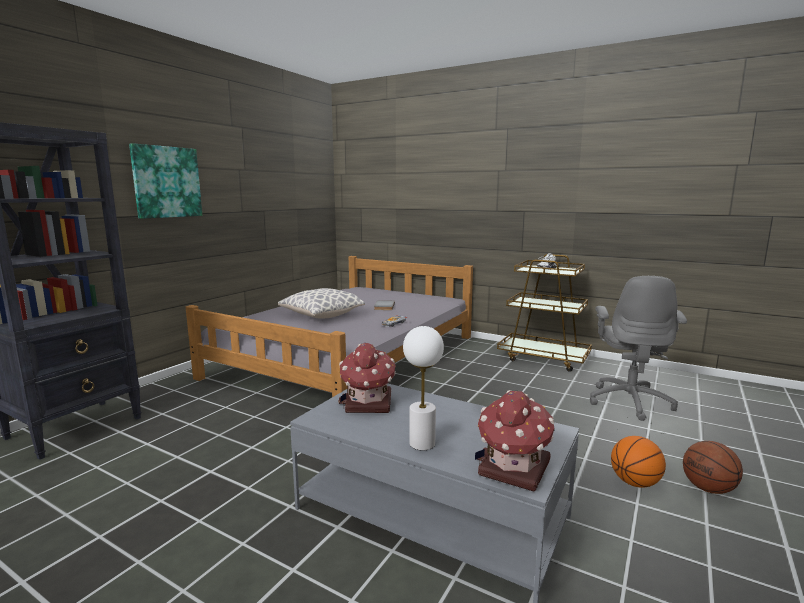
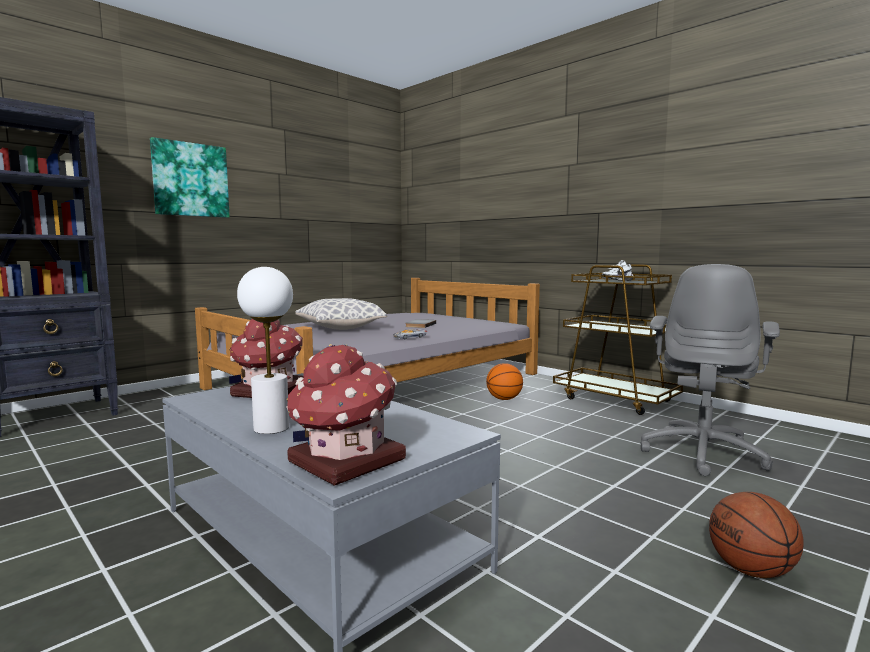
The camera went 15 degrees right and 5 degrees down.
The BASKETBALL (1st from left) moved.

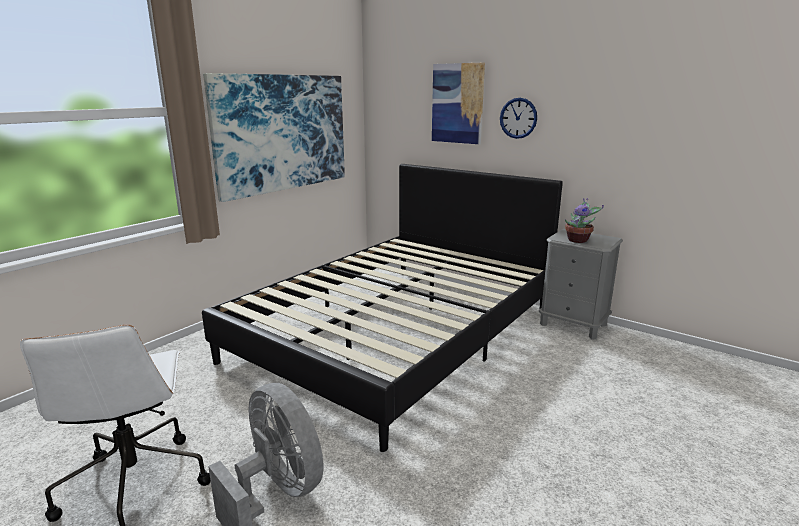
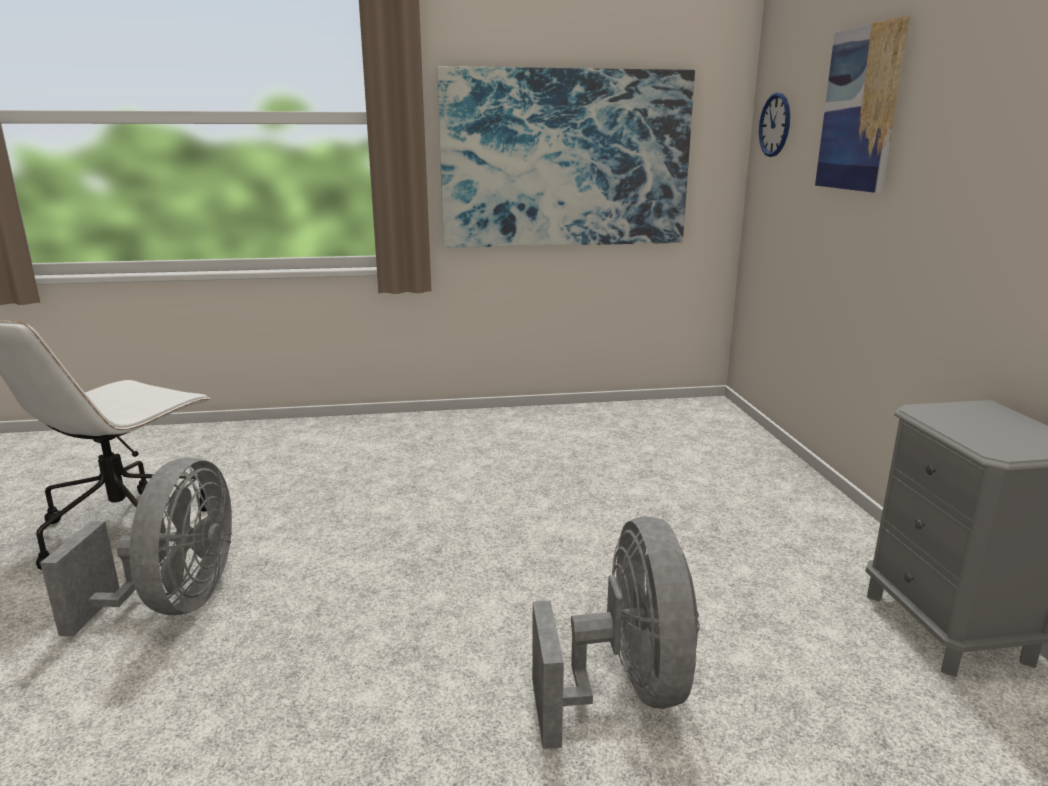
The camera went 45 degrees right and 0 degrees up.
The BLACK BED disappeared.
The POTTED PLANT disappeared.
The GREY FAN (2nd from left) appeared.
The WALL CLOCK moved.

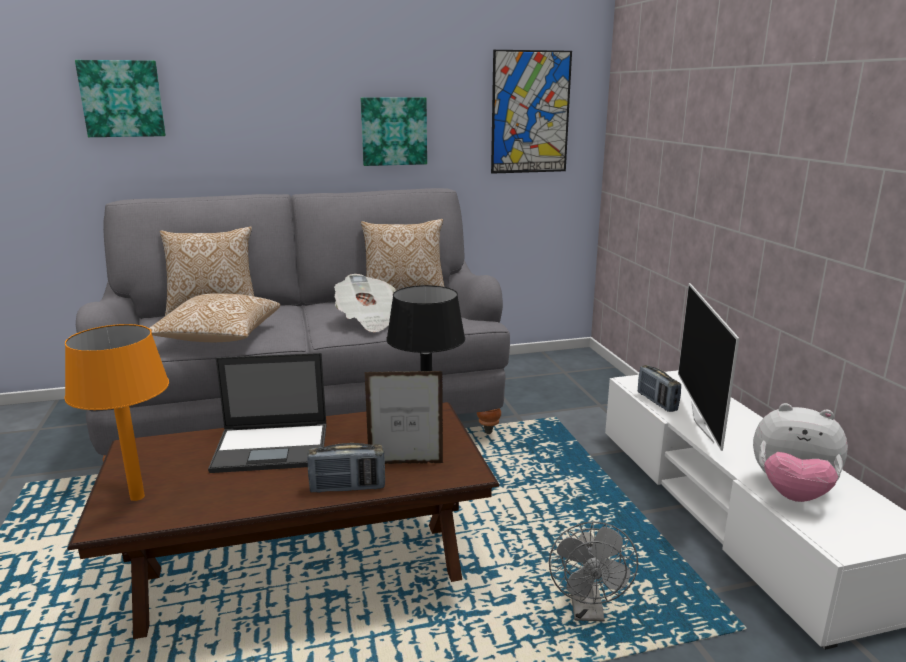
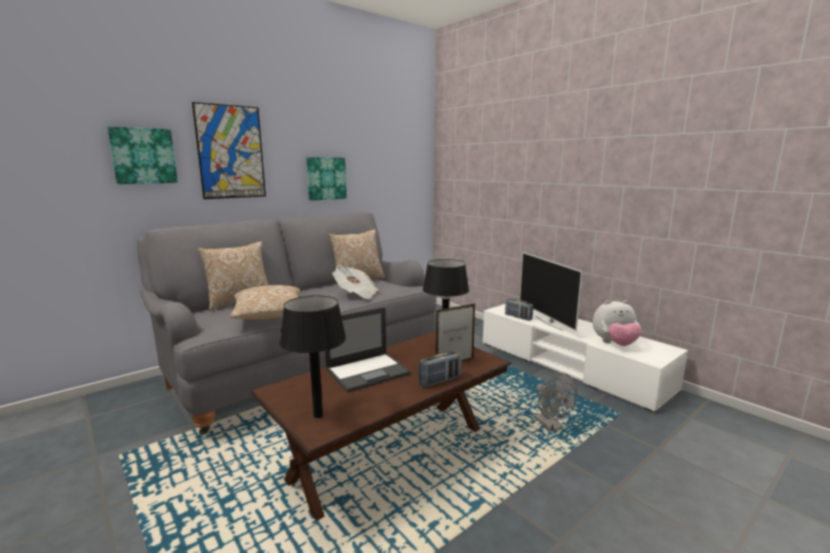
The camera went 25 degrees left and 5 degrees down.
The PICTURE (3rd from left in the first image) moved.
The ORANGE TABLE LAMP became the BLACK TABLE LAMP (1st from left).

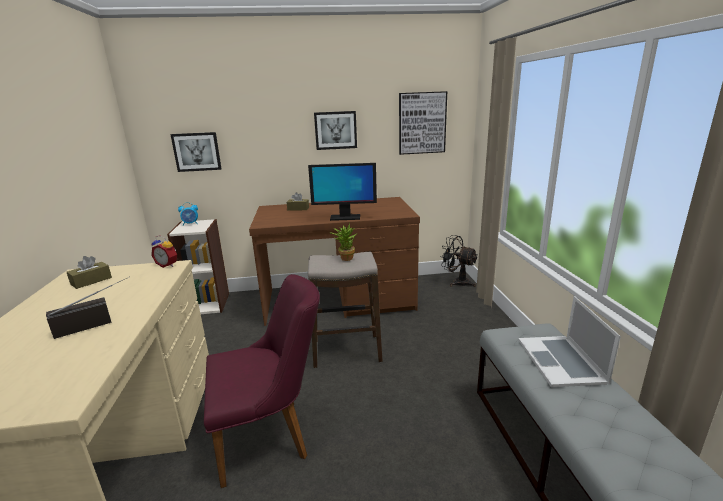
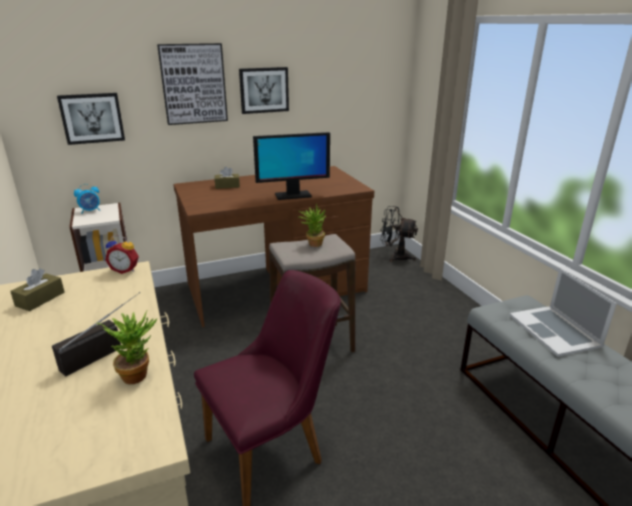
The camera went 15 degrees left and 5 degrees up.
The POTTED PLANT (1st from left) appeared.
The PICTURE (3rd from left in the first image) moved.

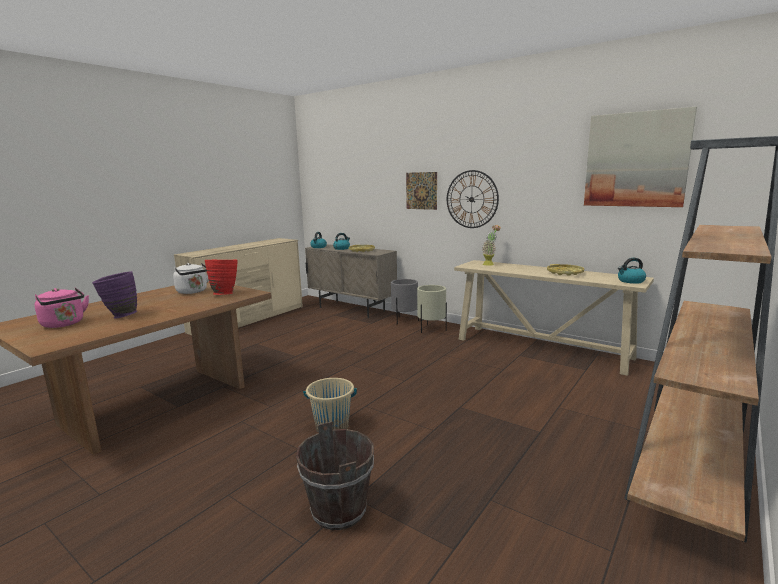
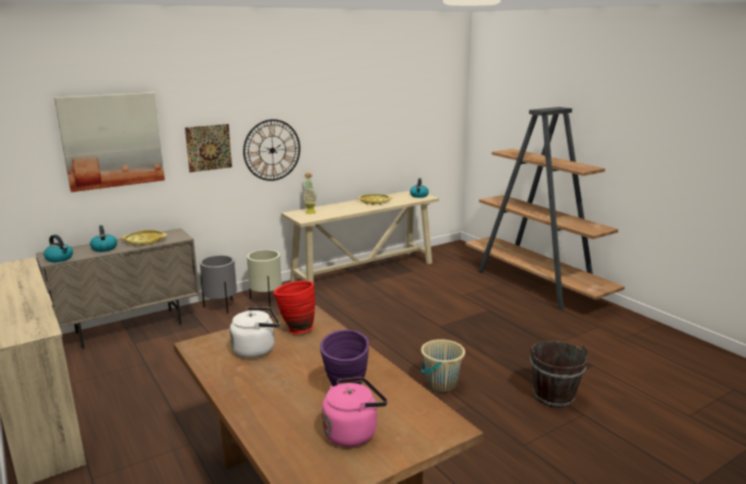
The camera went 70 degrees left and 5 degrees up.
The PICTURE (2nd from left in the first image) moved.

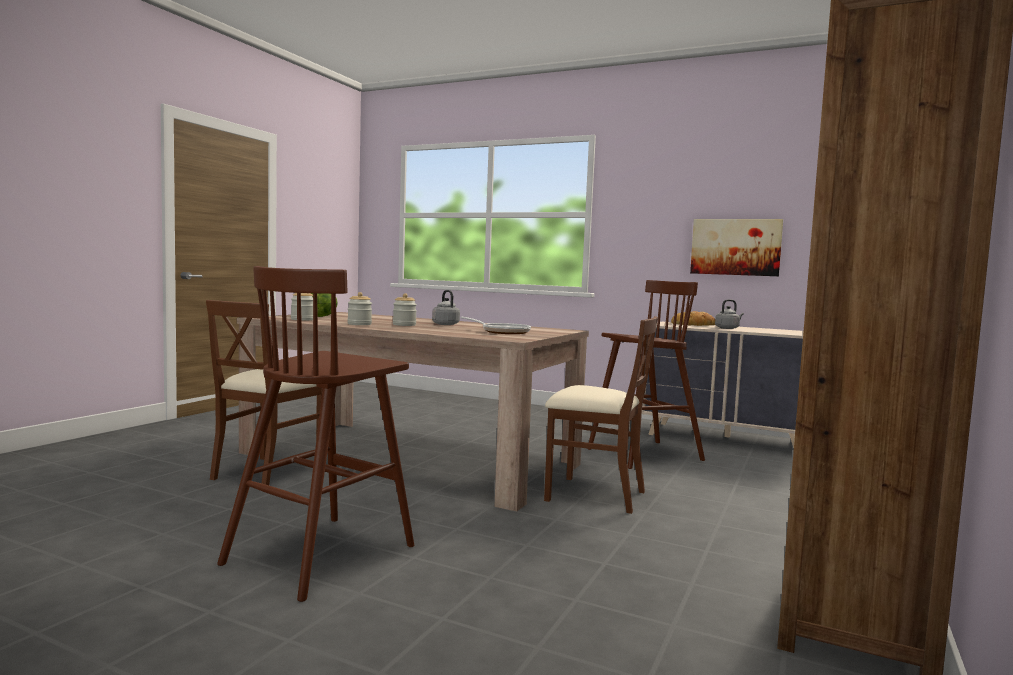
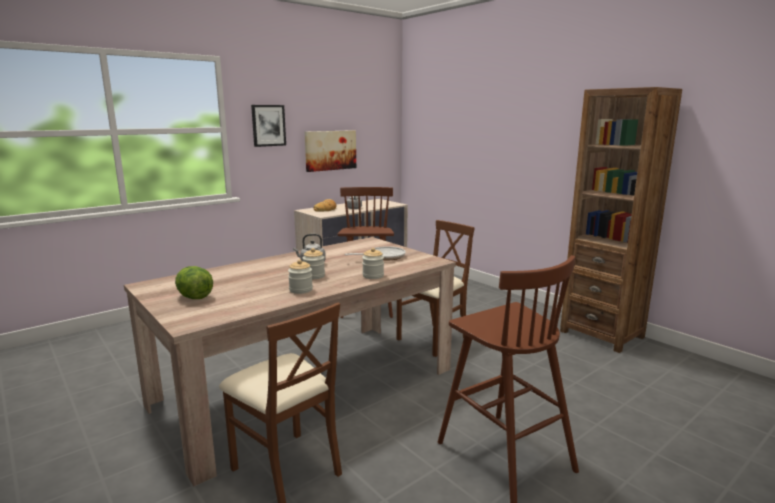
The camera went 65 degrees left and 10 degrees up.
The PICTURE (1st from left) appeared.
The JAR (1st from left in the first image) moved.

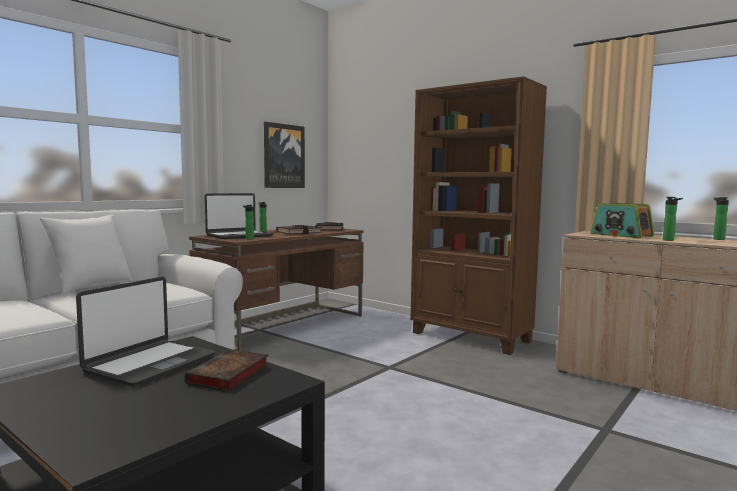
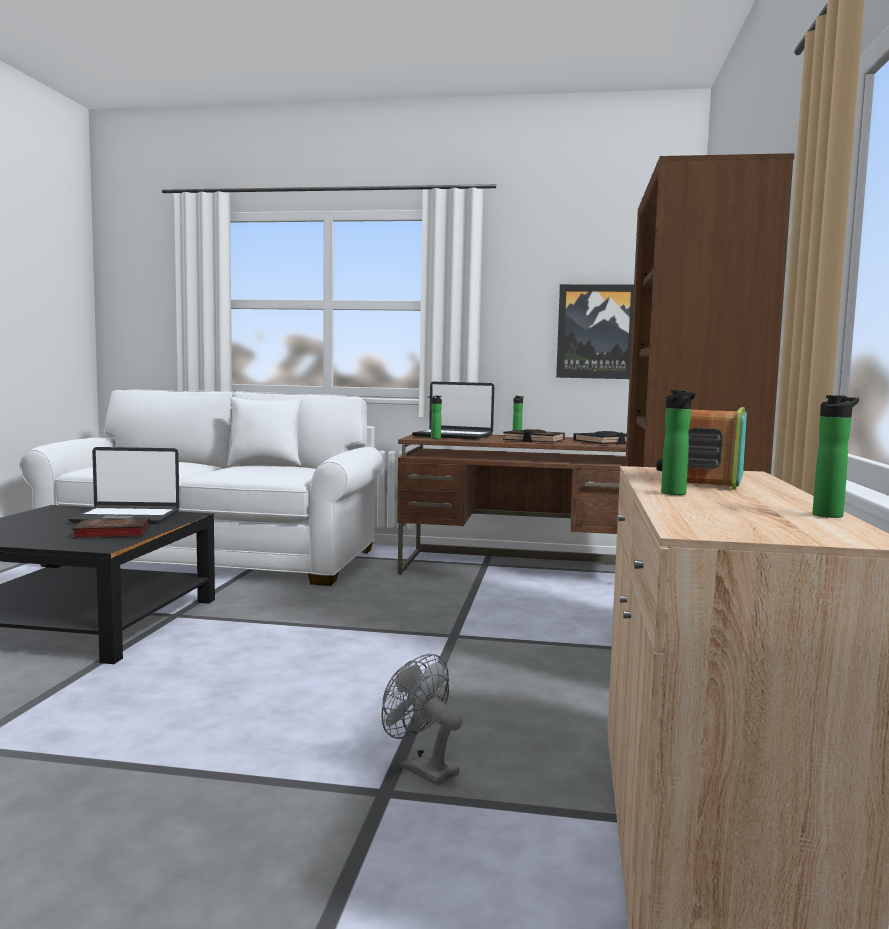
The camera went 60 degrees right and 0 degrees up.
The GREY FAN appeared.

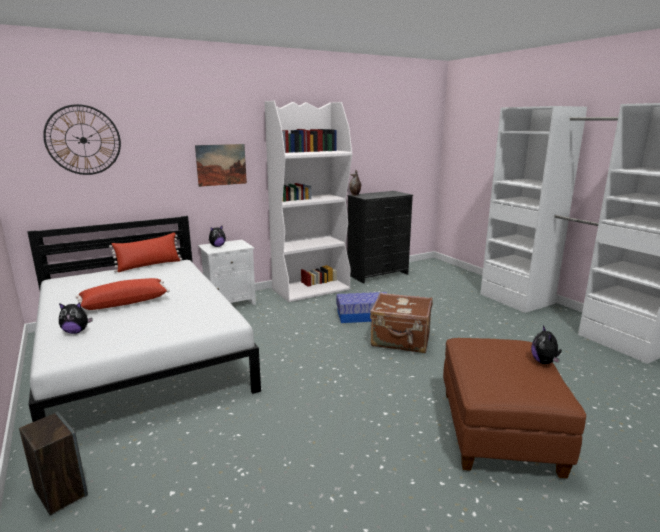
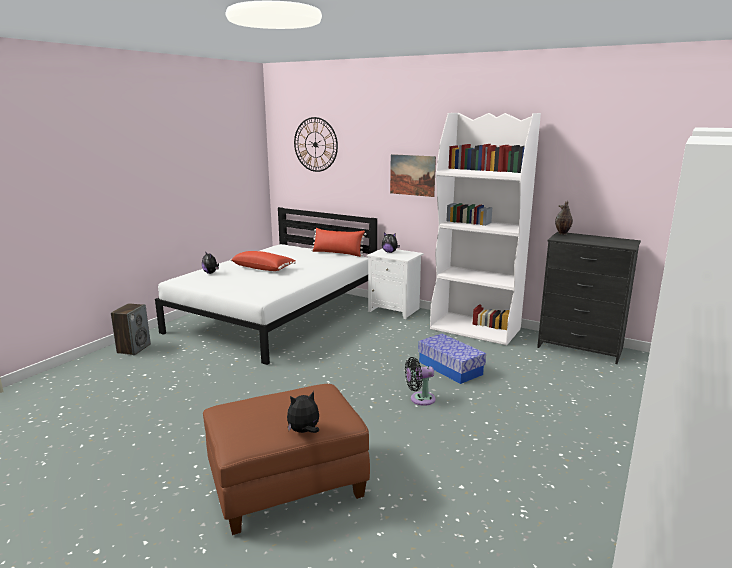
The camera went 60 degrees right and 0 degrees up.
The BROWN SUITCASE was replaced by the BLACK FAN.

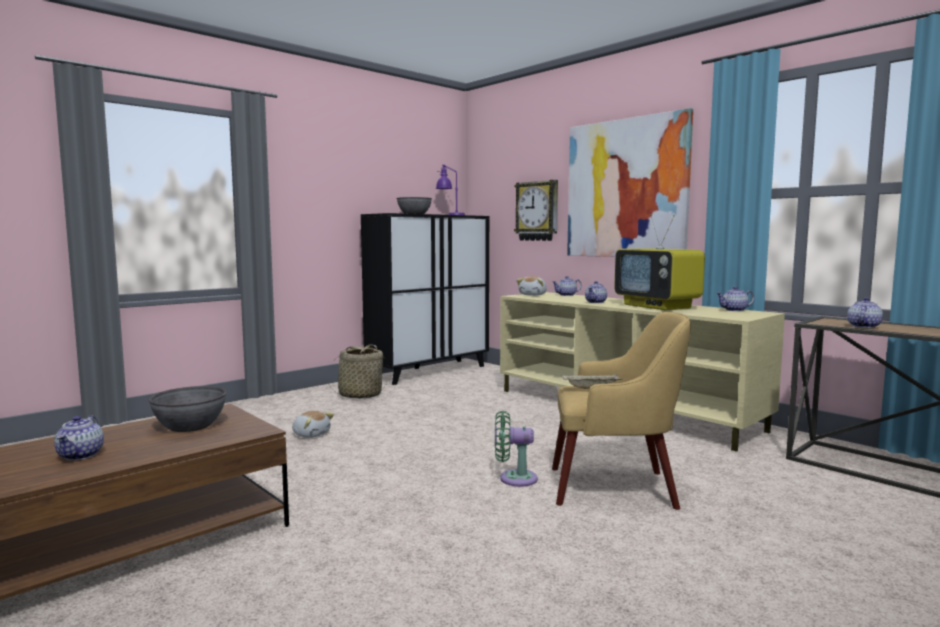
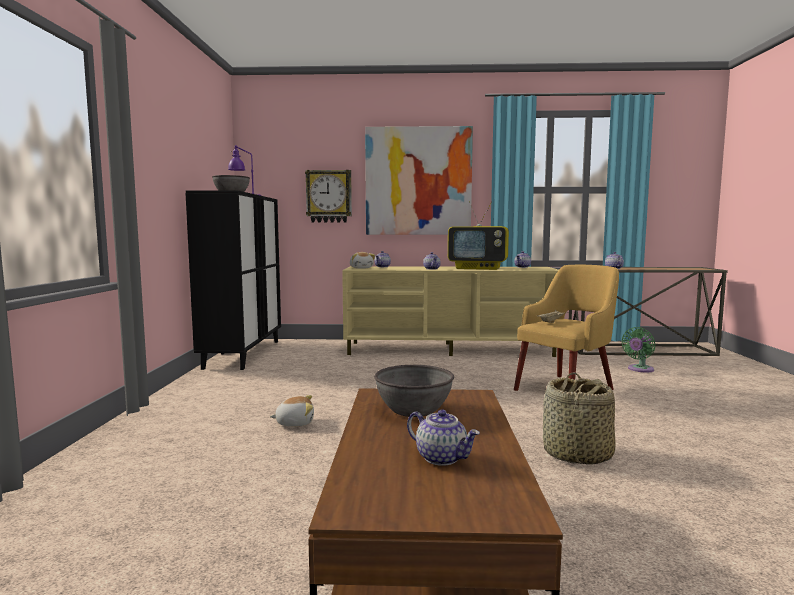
The camera went 45 degrees left and 0 degrees up.
The BASKET moved.
The GREEN FAN moved.

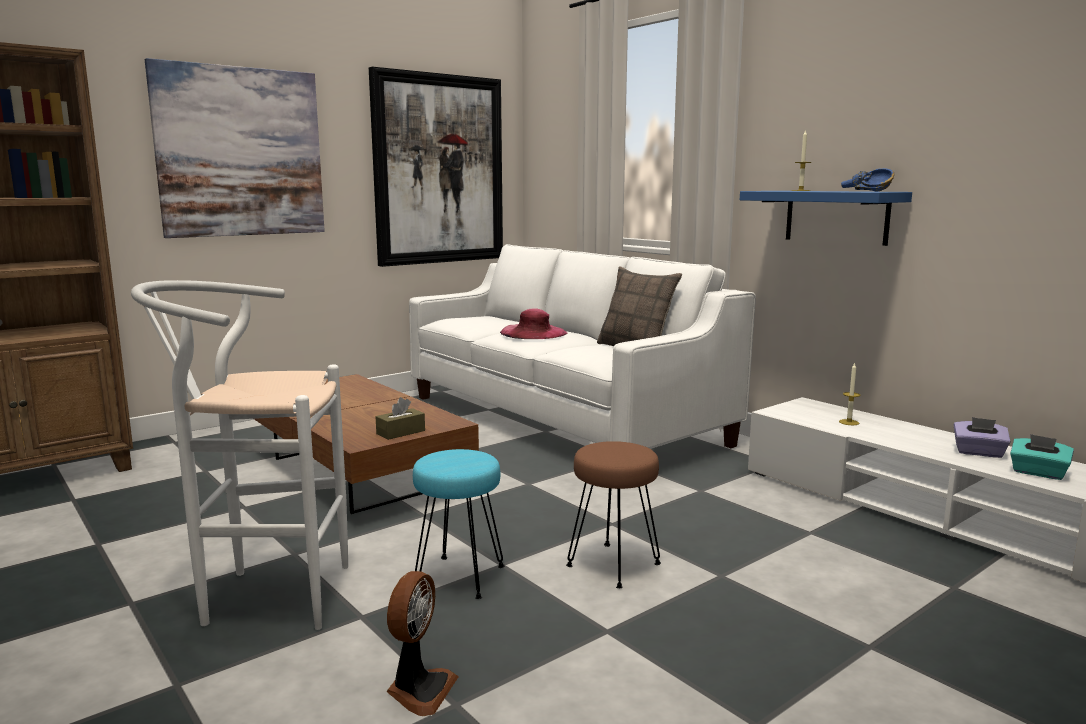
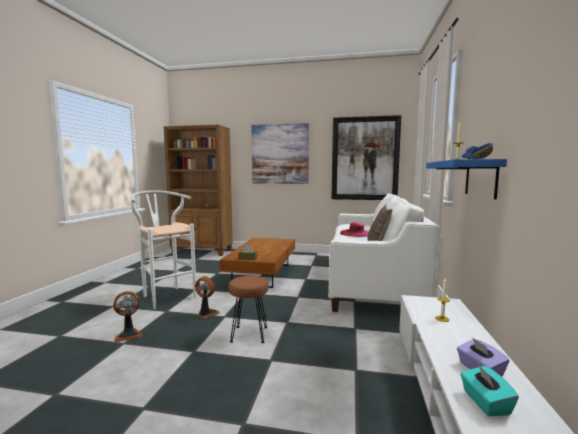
The camera went 50 degrees right and 5 degrees down.
The TURQUOISE STOOL was replaced by the FAN (2nd from left).

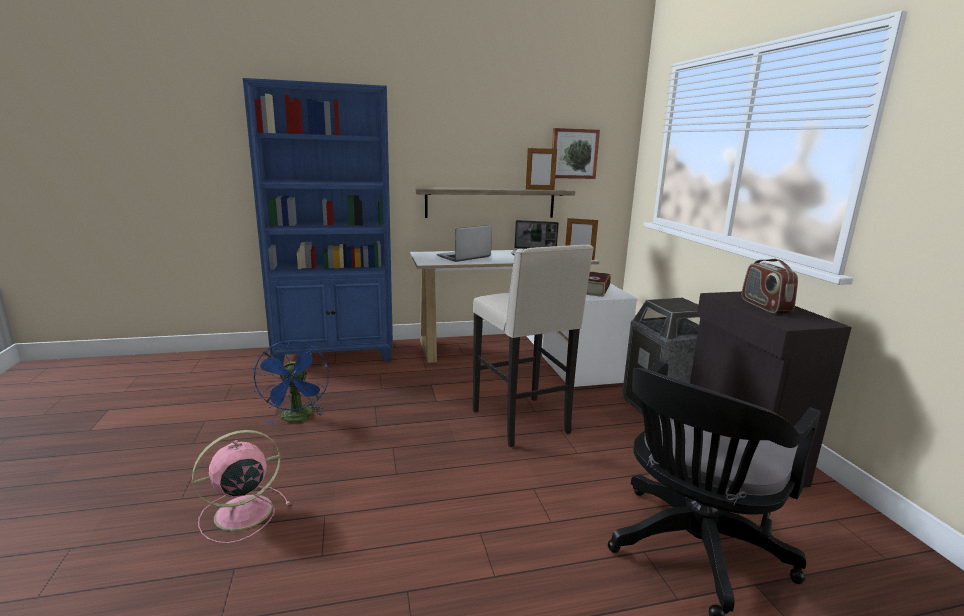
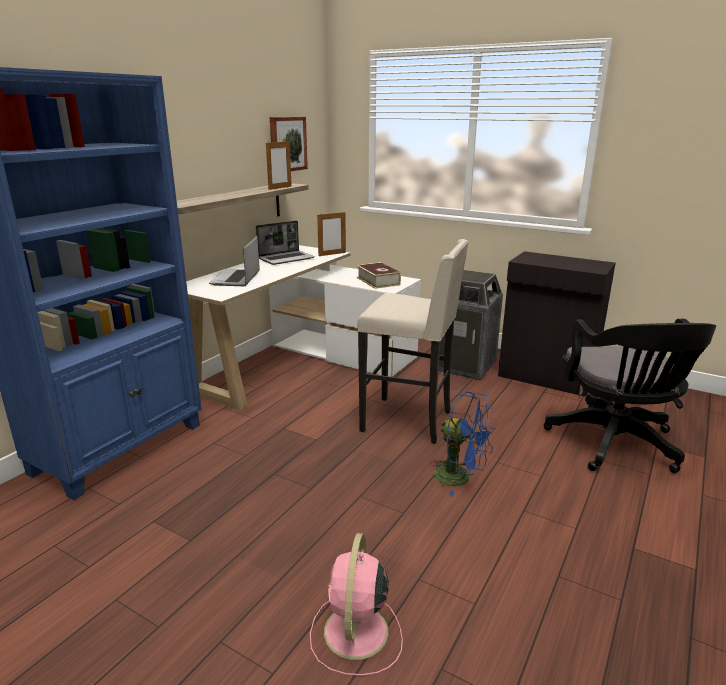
The camera went 45 degrees left and 5 degrees up.
The RADIO disappeared.
The BLUE FAN moved.

